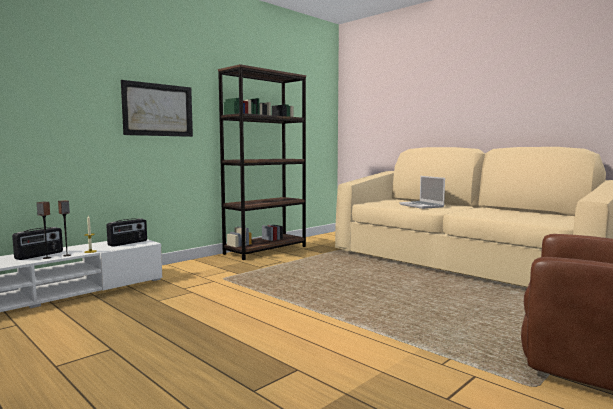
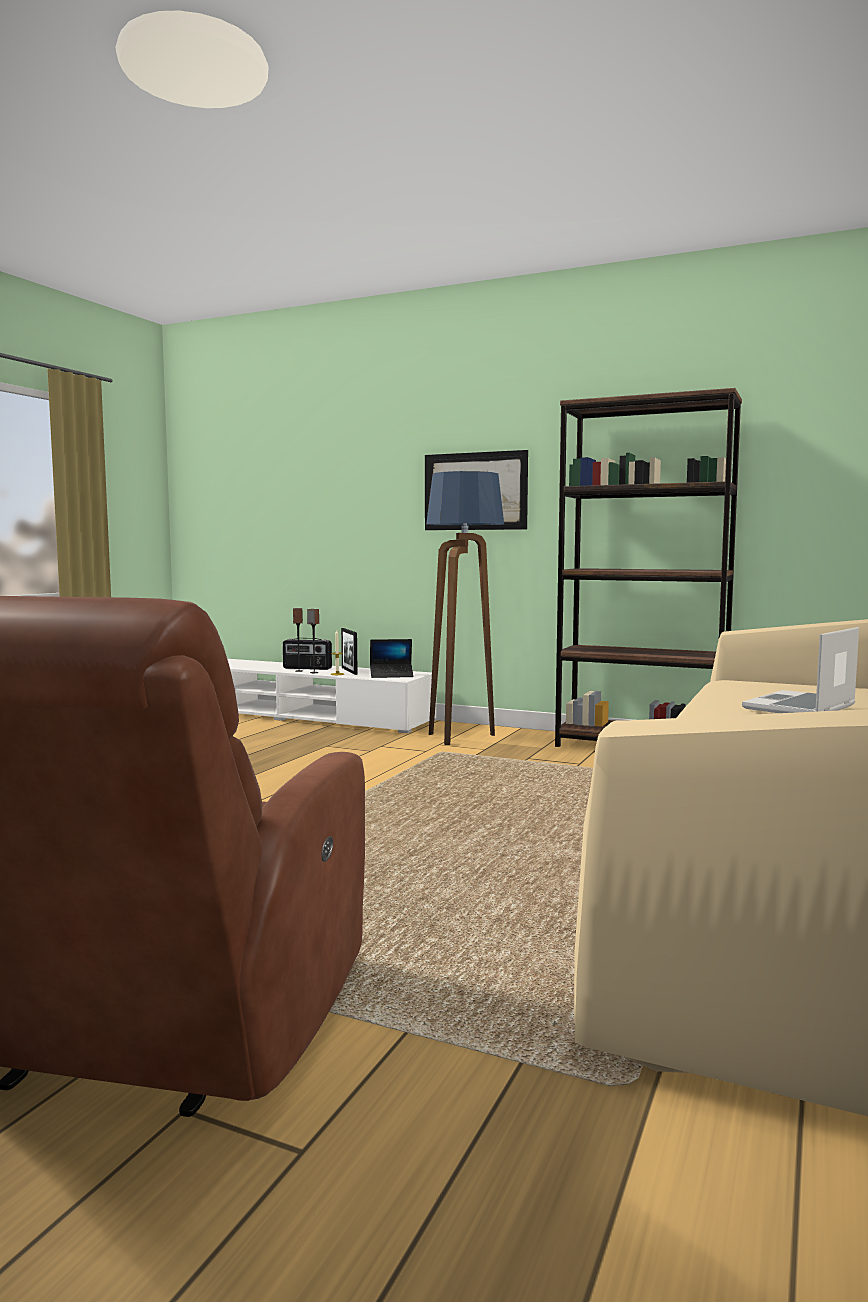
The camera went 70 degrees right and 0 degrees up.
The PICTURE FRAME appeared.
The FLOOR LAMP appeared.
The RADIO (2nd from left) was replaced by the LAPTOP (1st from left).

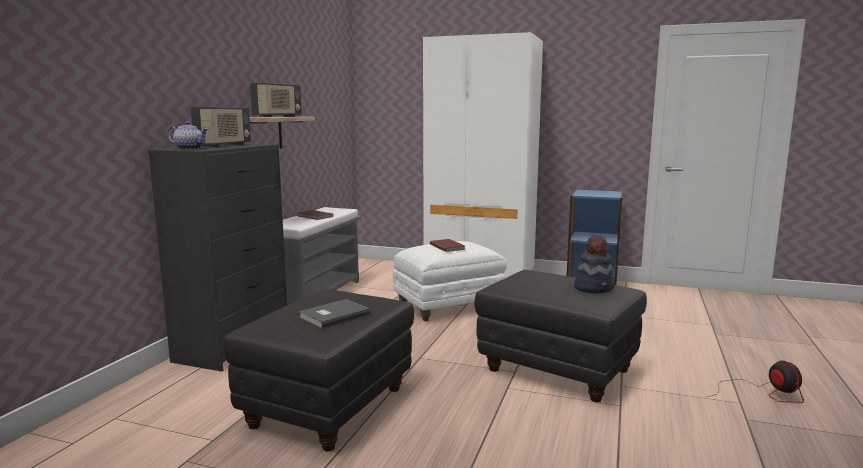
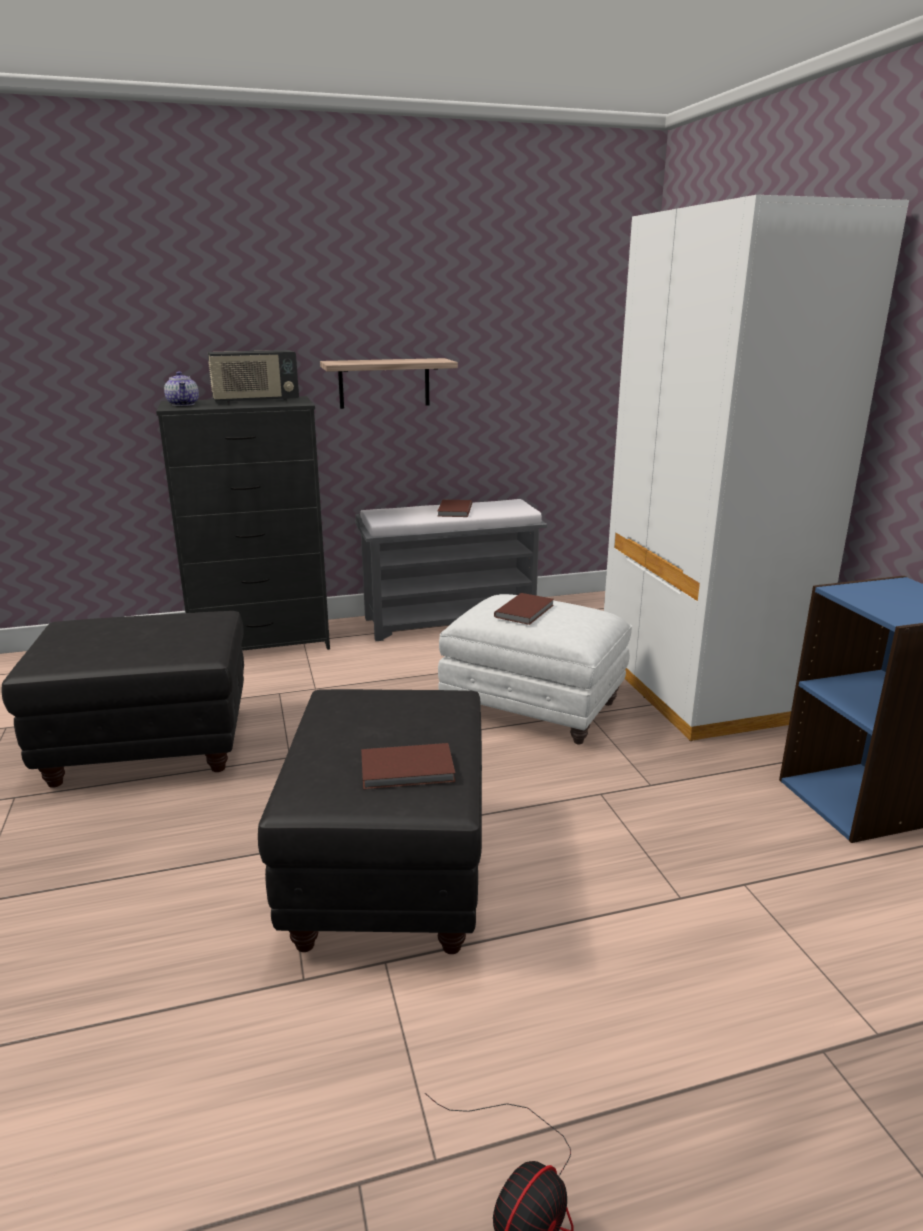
The camera went 55 degrees right and 10 degrees up.
The RADIO (2nd from left) disappeared.
The GREY BOOK disappeared.
The HAT was replaced by the BROWN BOOK (1st from left).

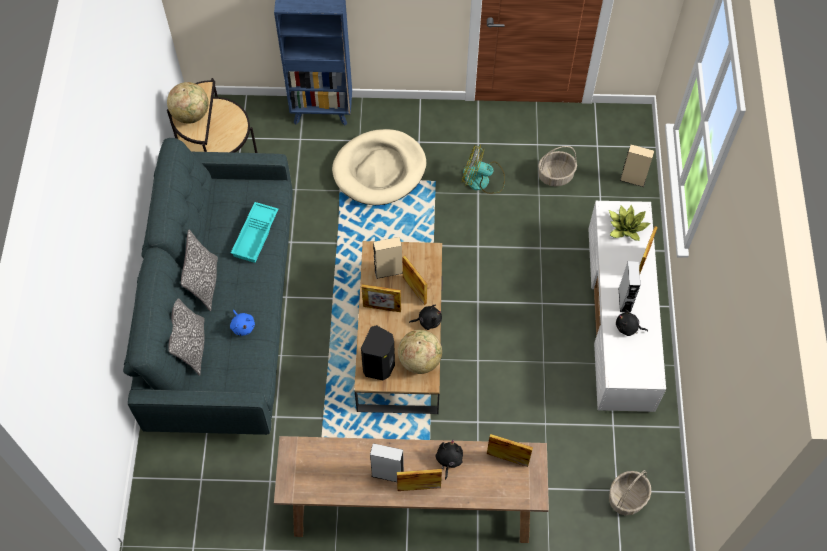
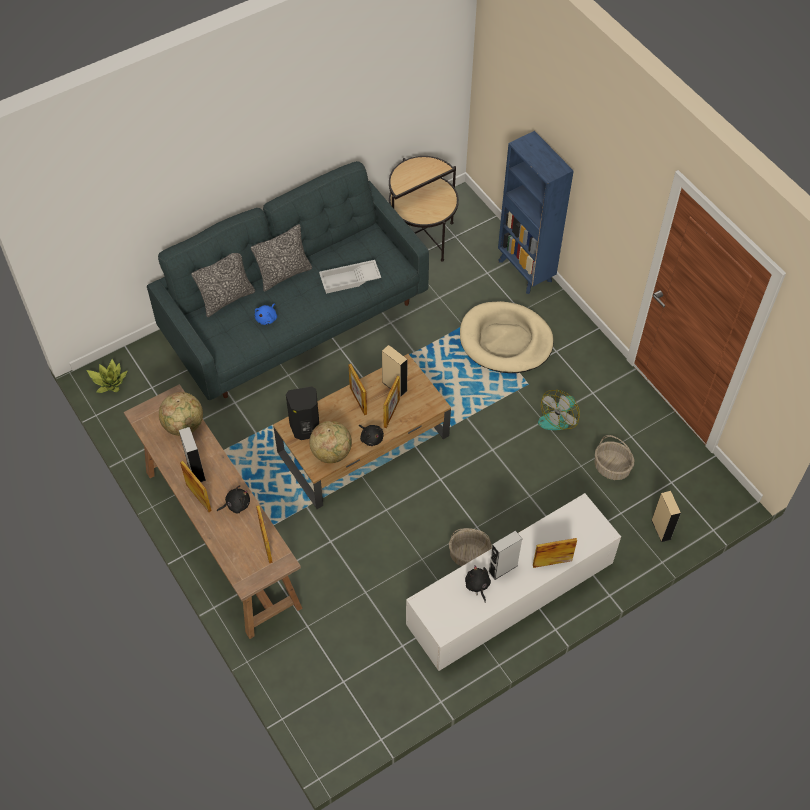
The camera went 55 degrees right and 5 degrees down.
The GLOBE (1st from left) moved.
The POTTED PLANT moved.
The BASKET (2nd from left in the first image) moved.
The TURQUOISE TRAY became the WHITE TRAY.
The FAN turned 120 degrees counterclockwise.

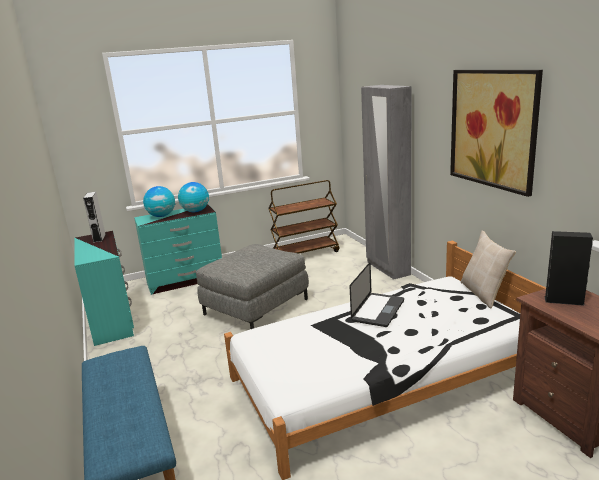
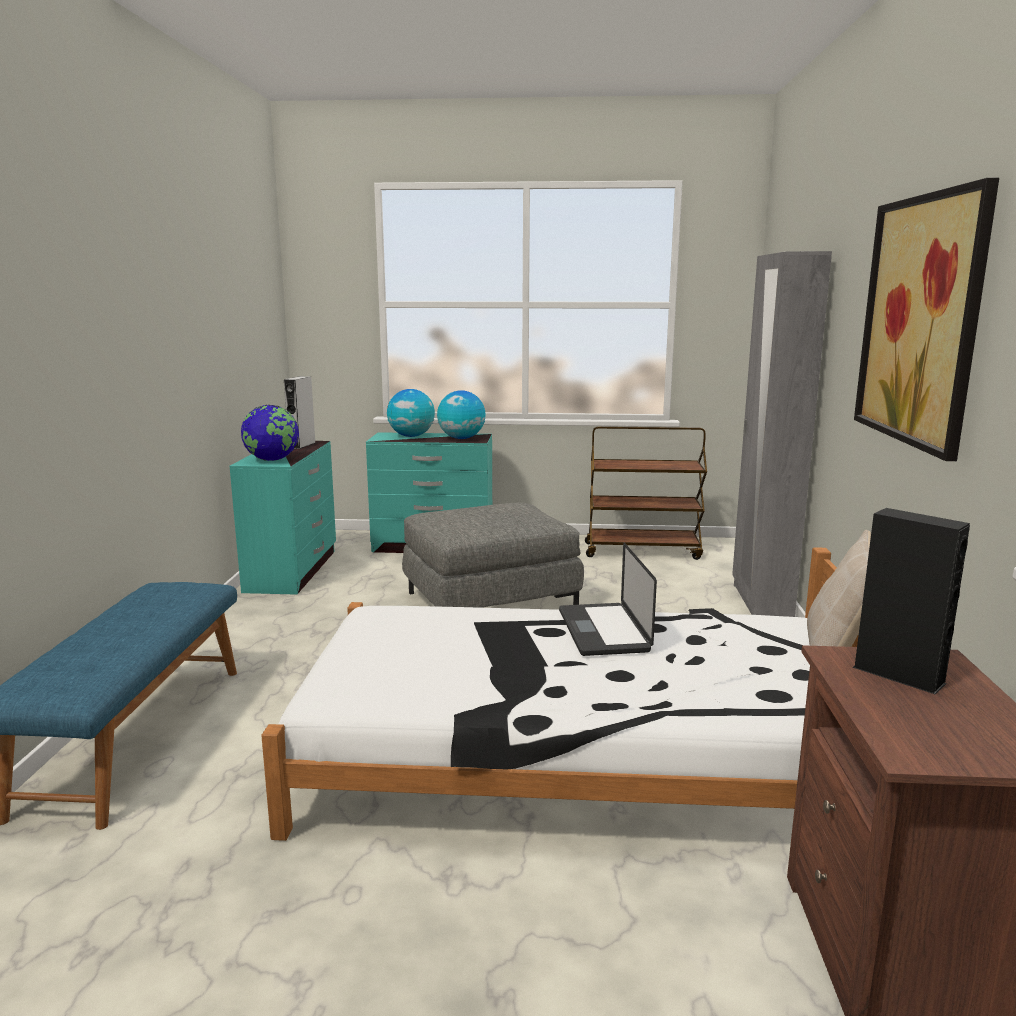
The camera went 25 degrees right and 5 degrees down.
The GLOBE (1st from left) appeared.
The LAPTOP turned 120 degrees clockwise.

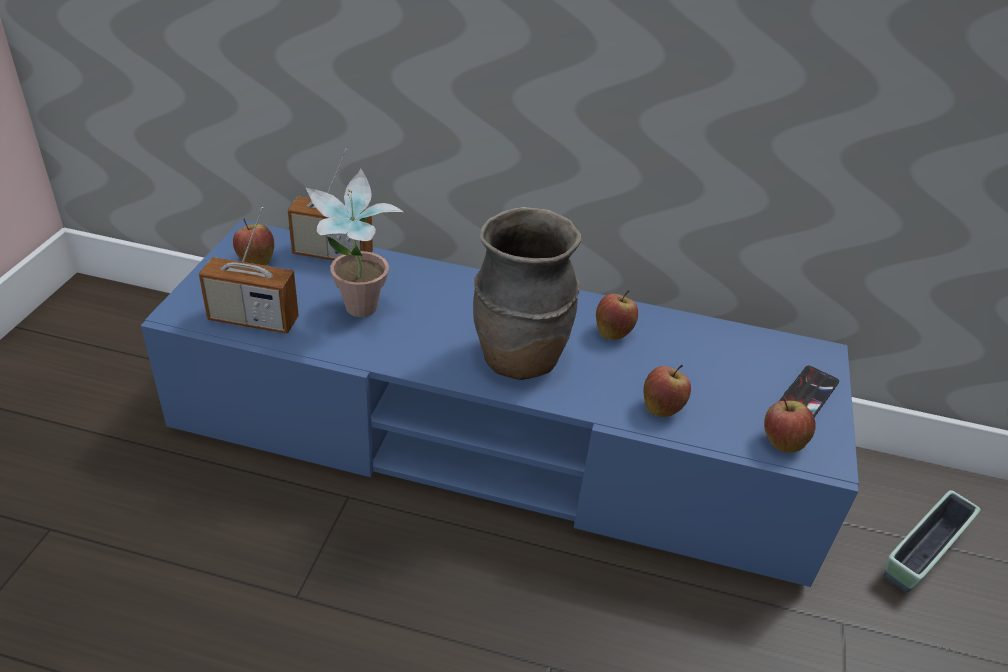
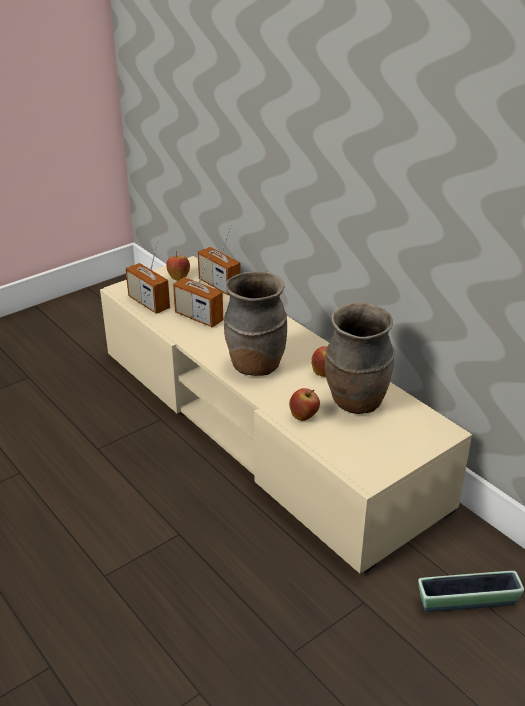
The camera went 40 degrees right and 5 degrees down.
The APPLE (4th from left) disappeared.
The PHONE disappeared.
The BROWN VASE (2nd from left) appeared.
The POTTED PLANT was replaced by the RADIO (2nd from left).
The BLUE TV STAND became the BEIGE TV STAND.

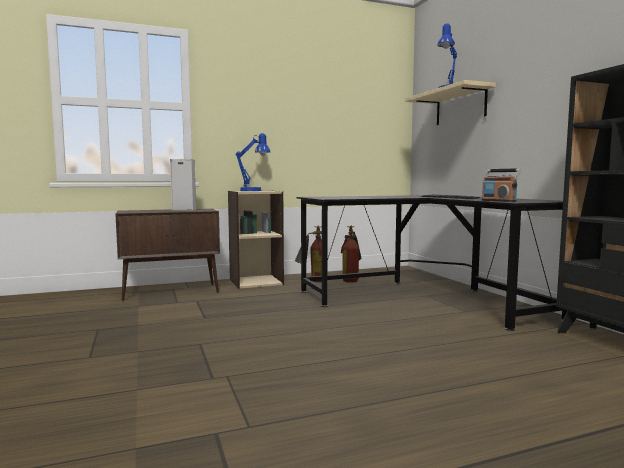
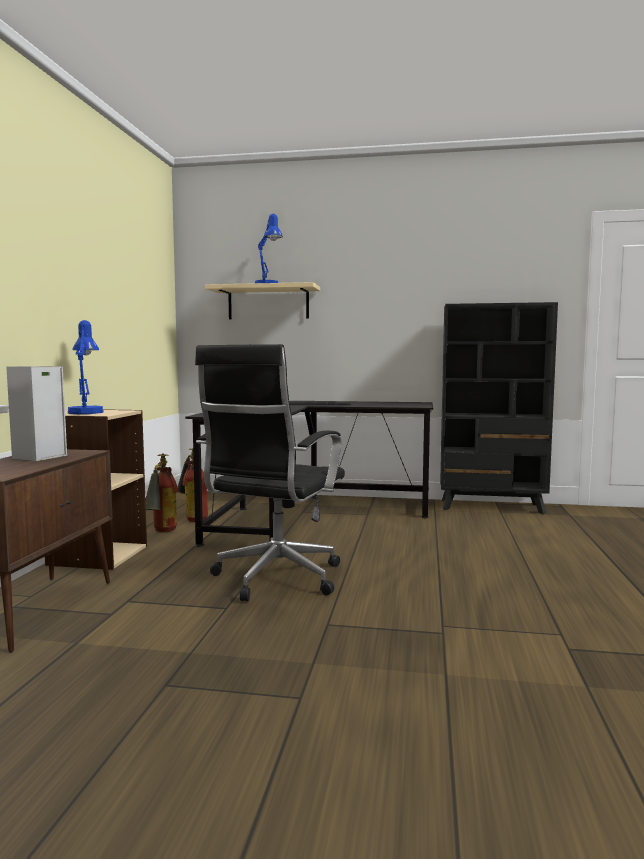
The camera went 60 degrees left and 0 degrees up.
The RADIO disappeared.
The BLACK OFFICE CHAIR appeared.

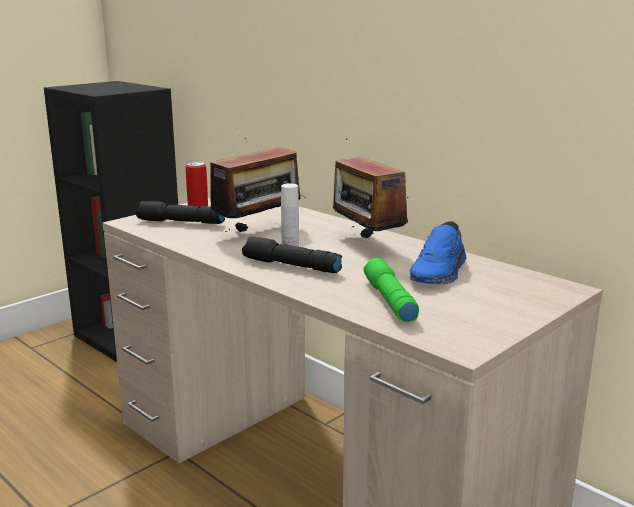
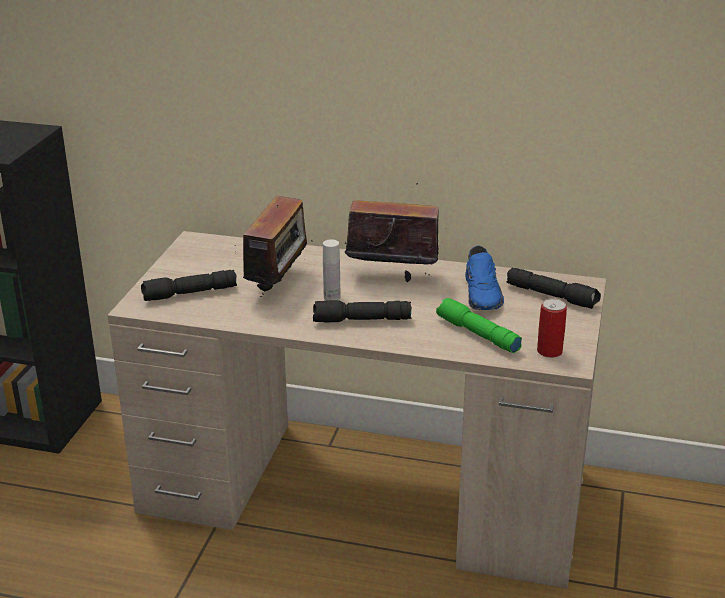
The camera went 30 degrees left and 10 degrees up.
The BLACK FLASHLIGHT (3rd from left) appeared.
The CAN moved.
The RADIO (2nd from left) turned 150 degrees clockwise.

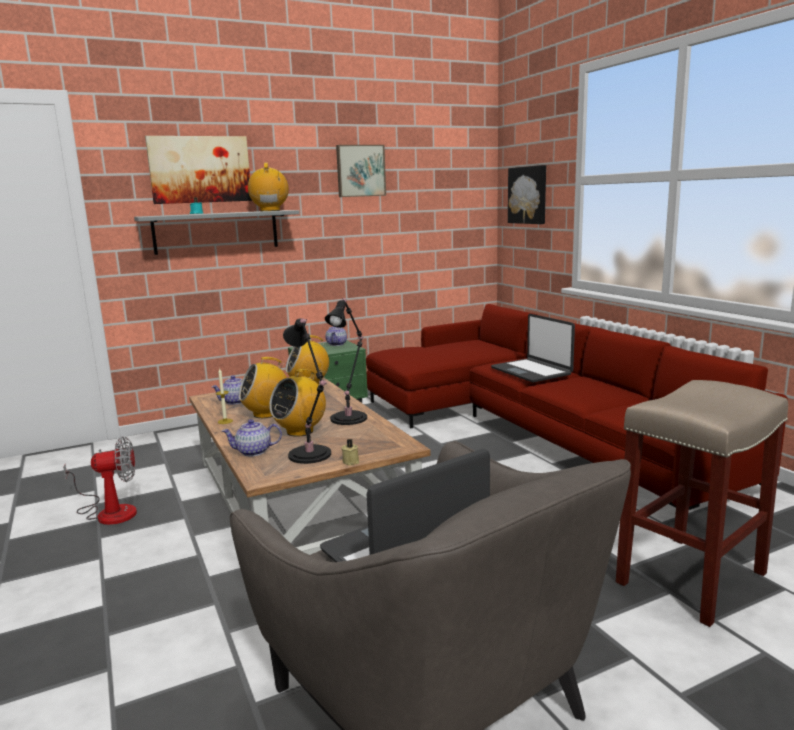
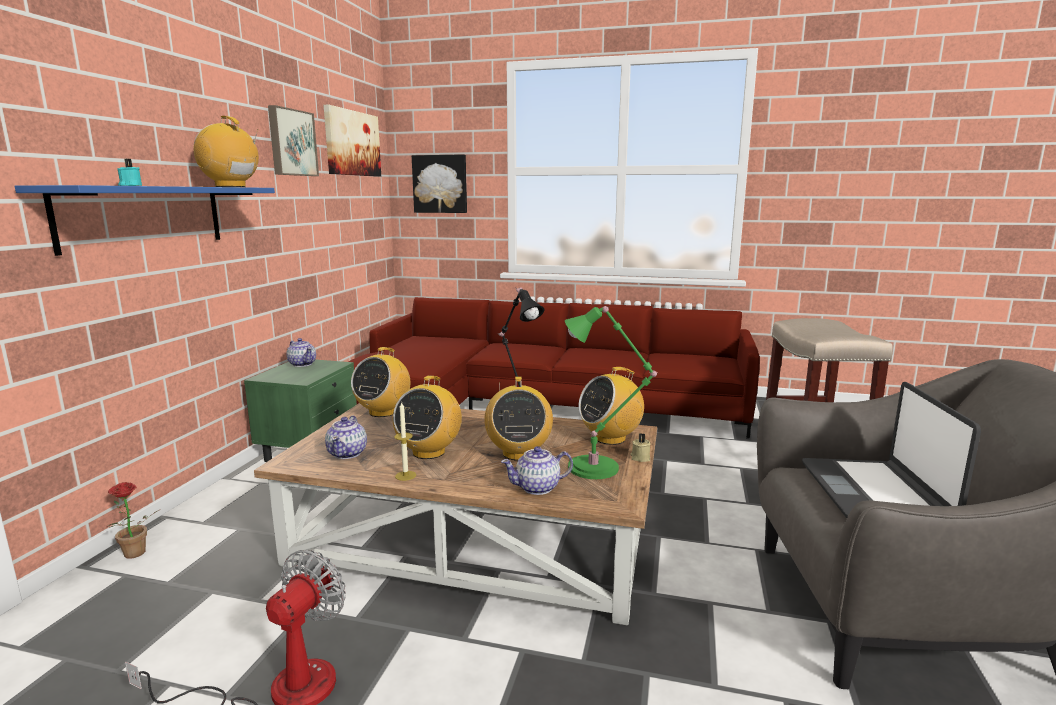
The camera went 50 degrees left and 0 degrees up.
The LAPTOP (2nd from left) disappeared.
The POTTED PLANT appeared.
The RADIO (5th from left) appeared.
The PICTURE (1st from left in the first image) moved.
The GREY SHELF became the BLUE SHELF.
The BLACK TABLE LAMP (1st from left) became the GREEN TABLE LAMP.
The TEAPOT (2nd from left in the first image) turned 45 degrees clockwise.

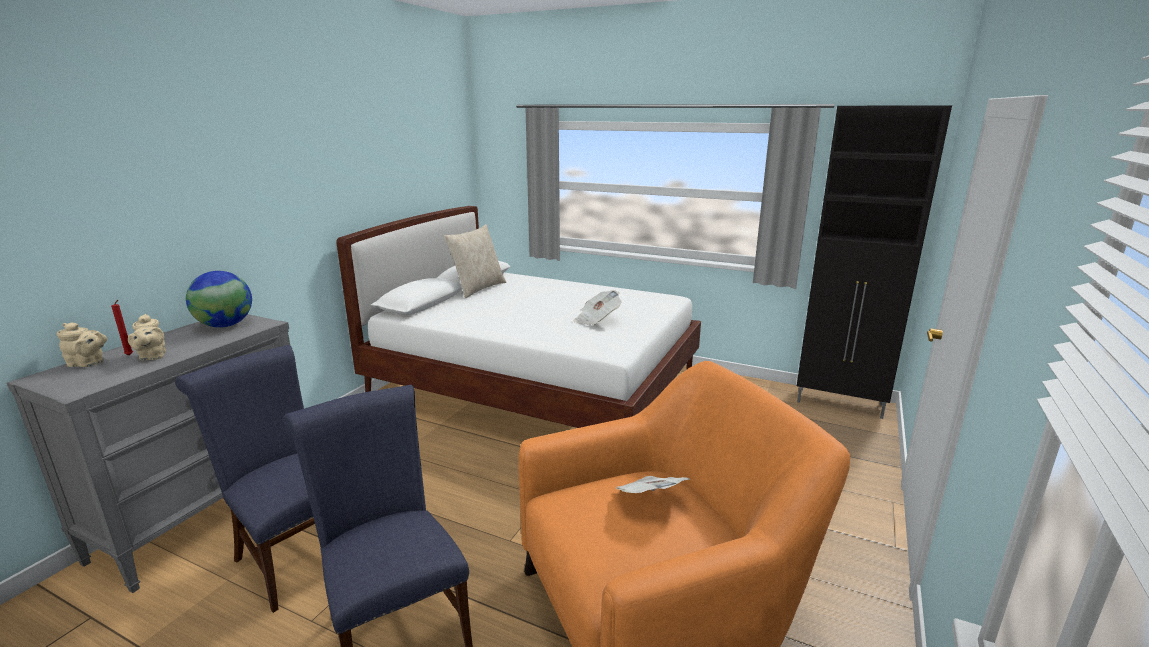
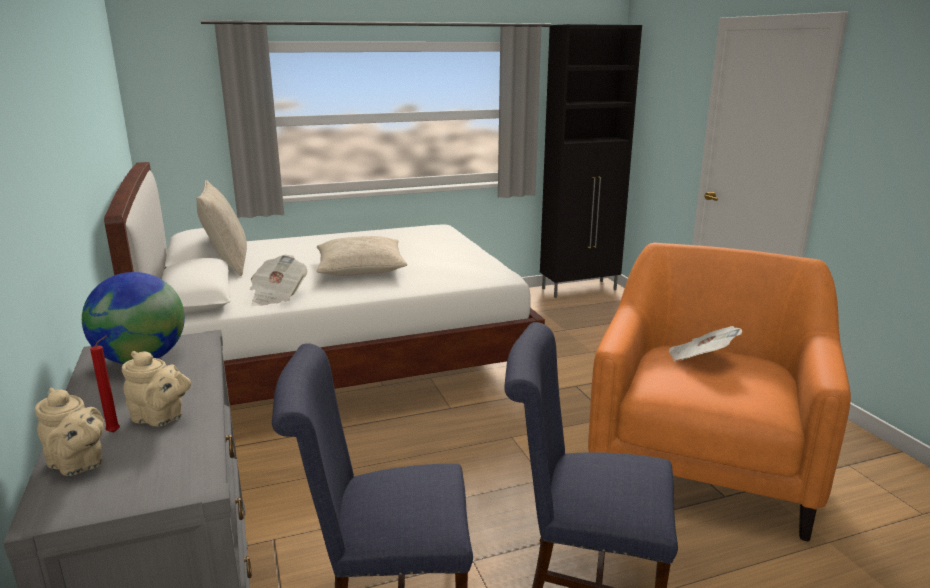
The camera went 45 degrees left and 0 degrees up.
The BEIGE PILLOW (2nd from left) appeared.
The NEWSPAPER (1st from left) moved.
The BEIGE TEAPOT (1st from left) turned 75 degrees clockwise.

